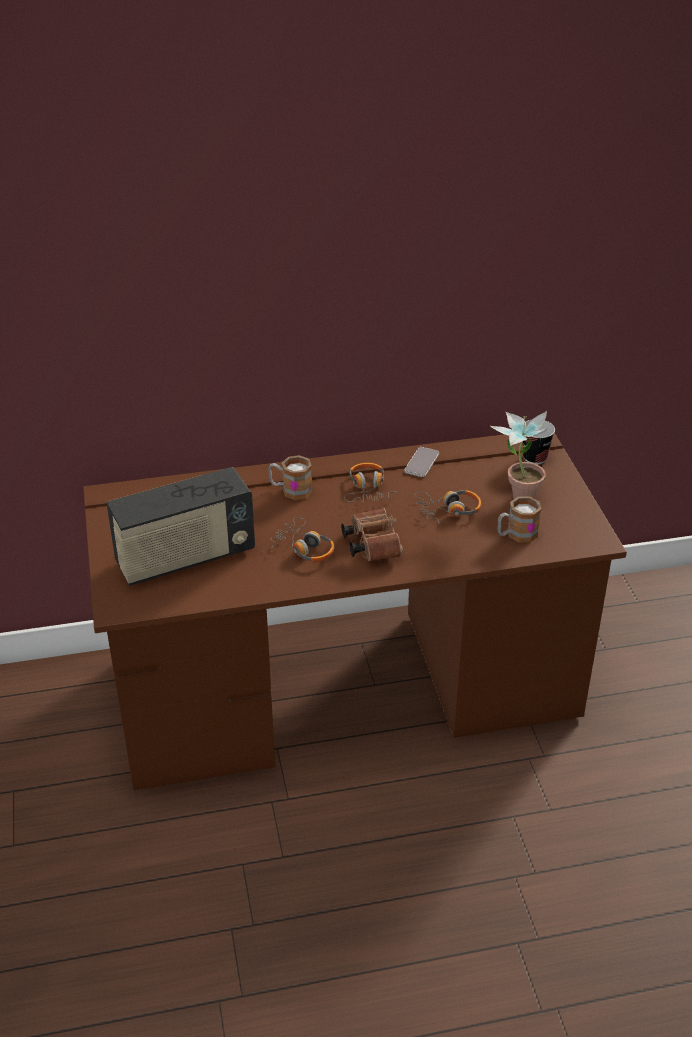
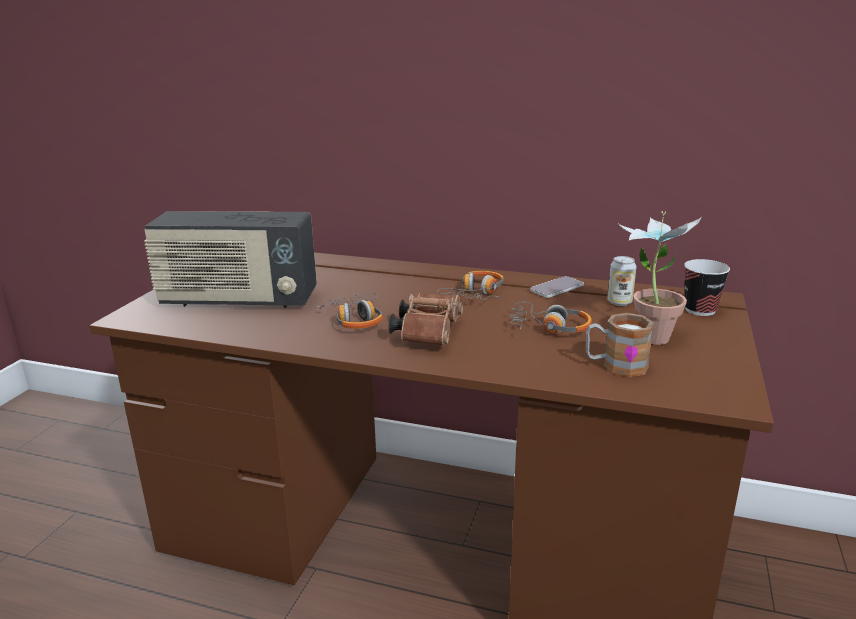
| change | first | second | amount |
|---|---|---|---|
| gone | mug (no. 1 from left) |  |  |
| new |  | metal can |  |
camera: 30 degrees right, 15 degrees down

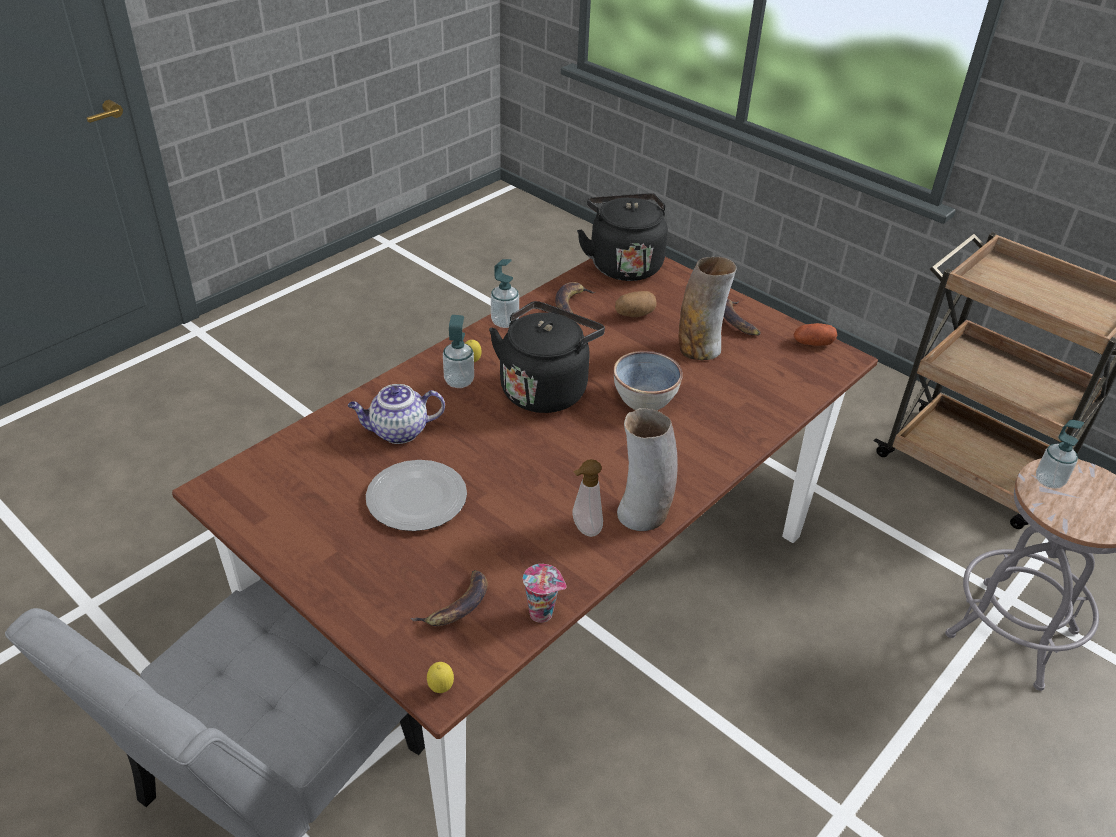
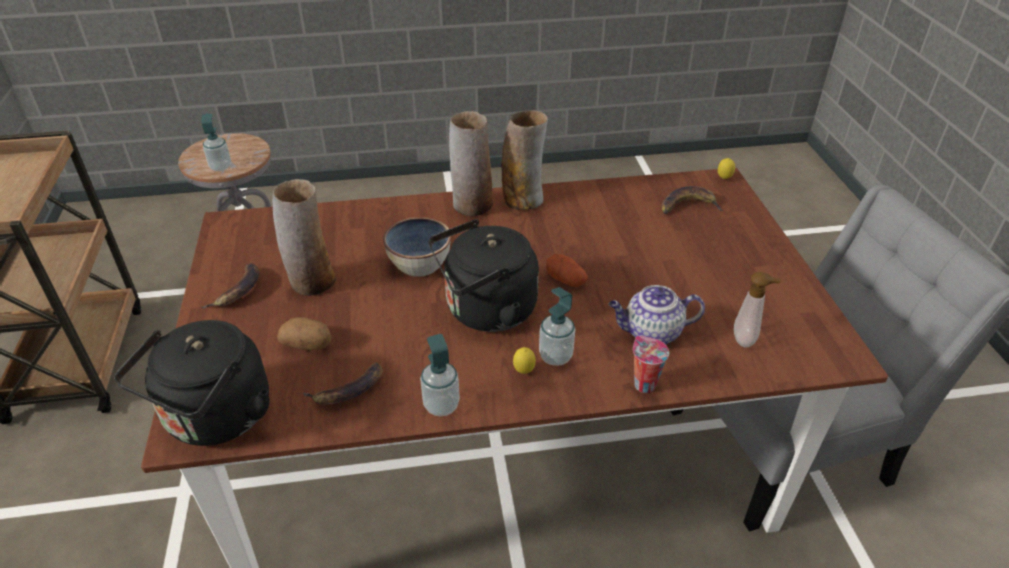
| change | first | second | amount |
|---|---|---|---|
| gone | plate |  |  |
| new |  | vase (no. 2 from left) |  |
| shifted | small cup |  |  |
| shifted | soap bottle (no. 3 from left in the first image) | soap bottle (no. 4 from left) |  |
| shifted | spud (no. 2 from left) |  |  |
| rotated | tea pot |  | 150 degrees clockwise |
camera: 140 degrees left, 0 degrees up

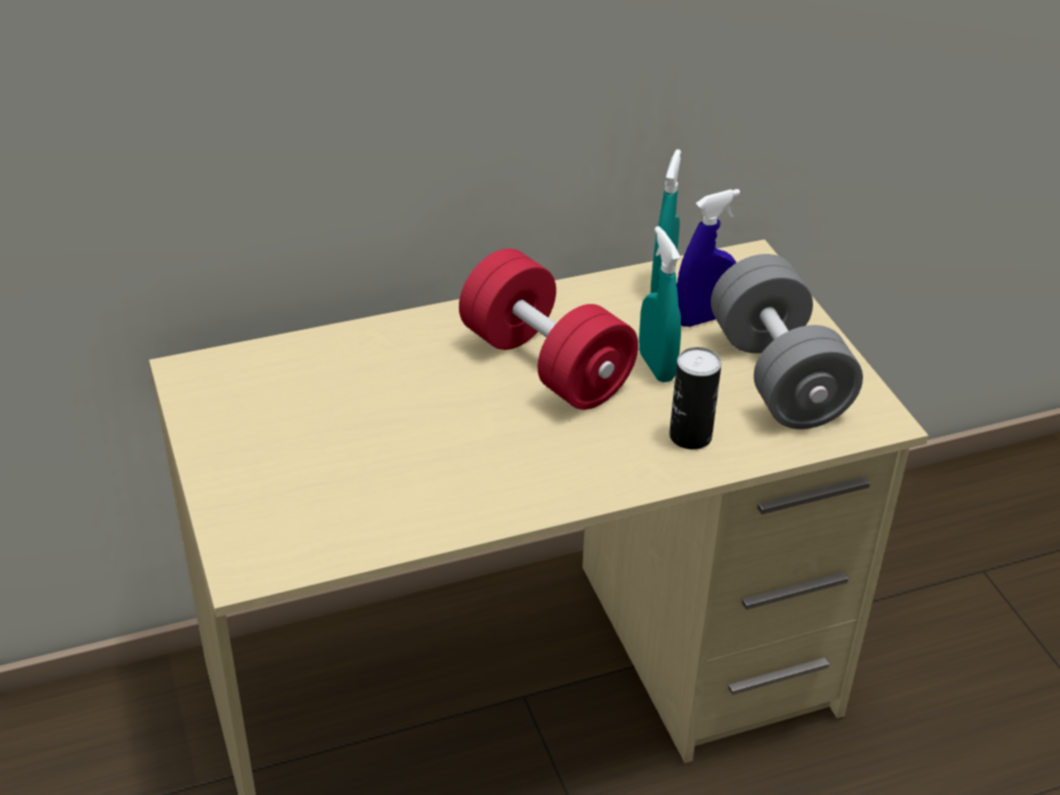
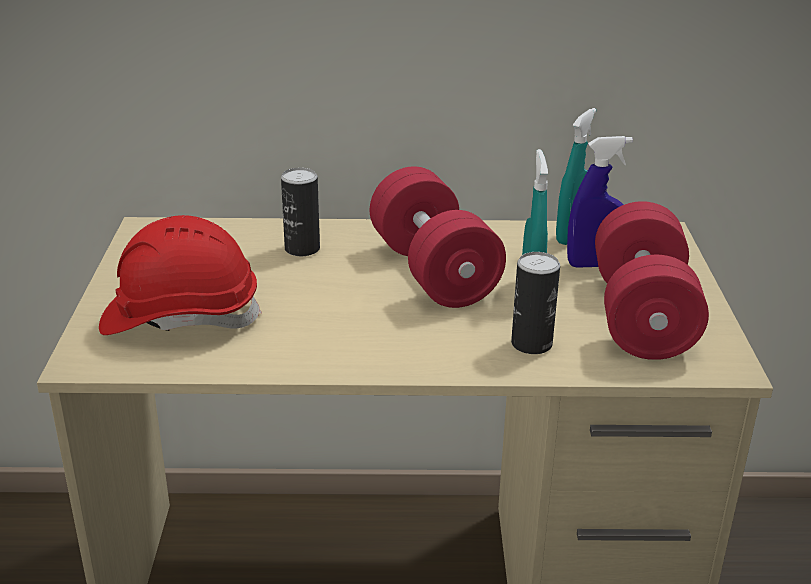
| change | first | second | amount |
|---|---|---|---|
| new |  | hard hat in reddish |  |
| new |  | metal can (no. 1 from left) |  |
| repainted | free weight in gray | free weight in reddish (no. 2 from left) |  |
camera: 20 degrees right, 10 degrees down

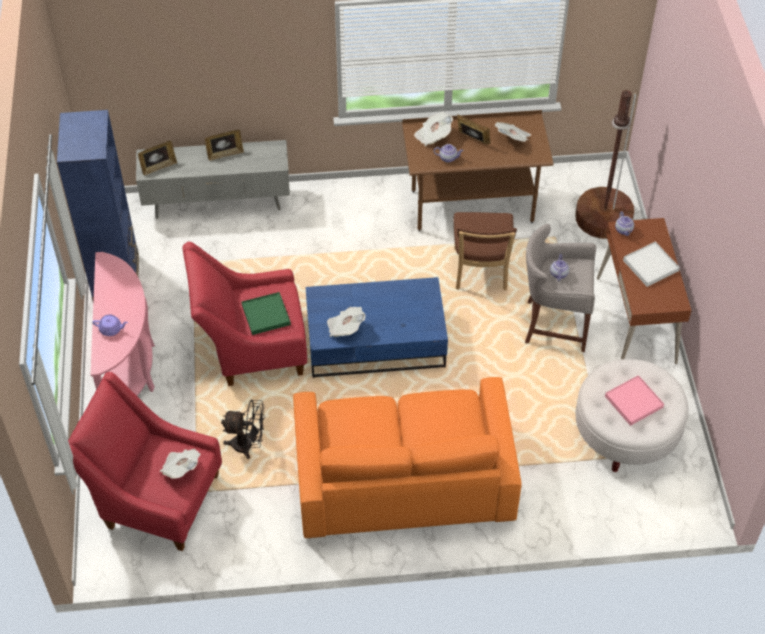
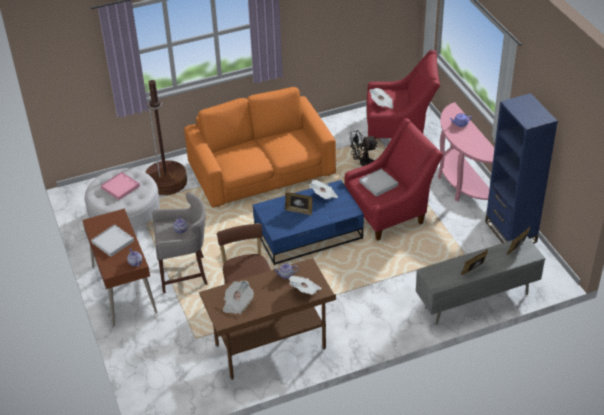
| change | first | second | amount |
|---|---|---|---|
| shifted | standing frame (no. 3 from left in the first image) | standing frame (no. 1 from left) |  |
| shifted | floor lamp in brown-coloured |  |  |
| repainted | serving tray in green-coloured | serving tray in white-coloured (no. 2 from left) |  |
camera: 165 degrees right, 10 degrees down

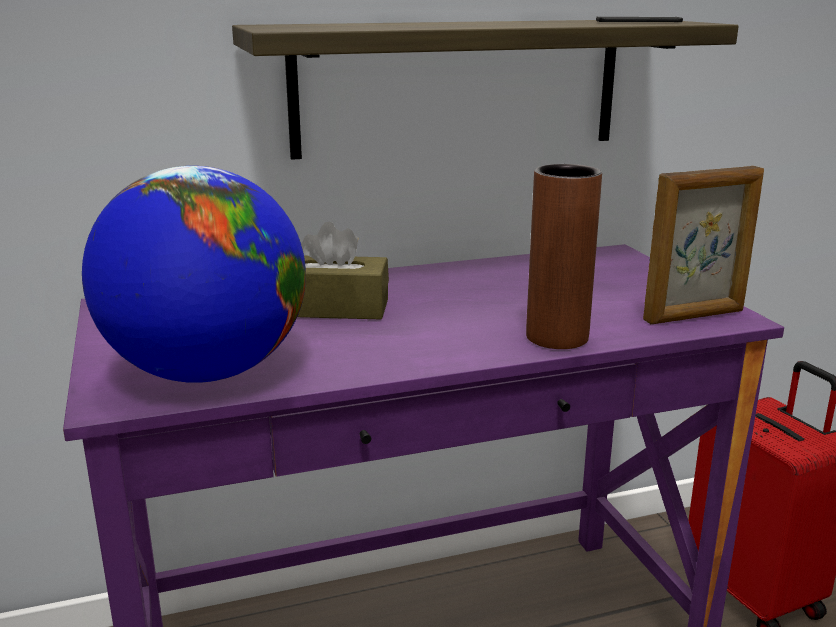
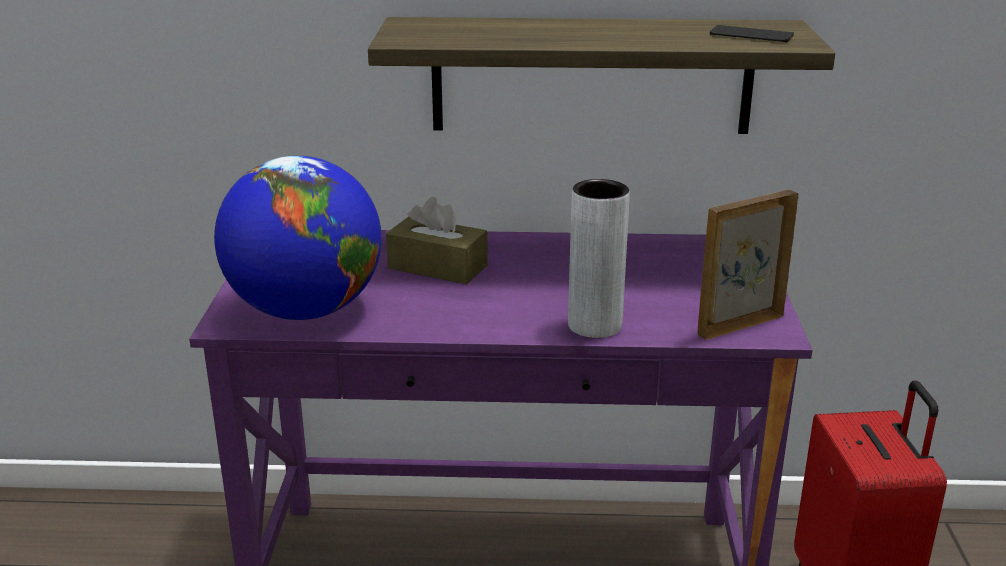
| change | first | second | amount |
|---|---|---|---|
| repainted | vase in brown-coloured | vase in gray |  |
| rotated | standing frame |  | 150 degrees clockwise |
camera: 20 degrees right, 5 degrees up

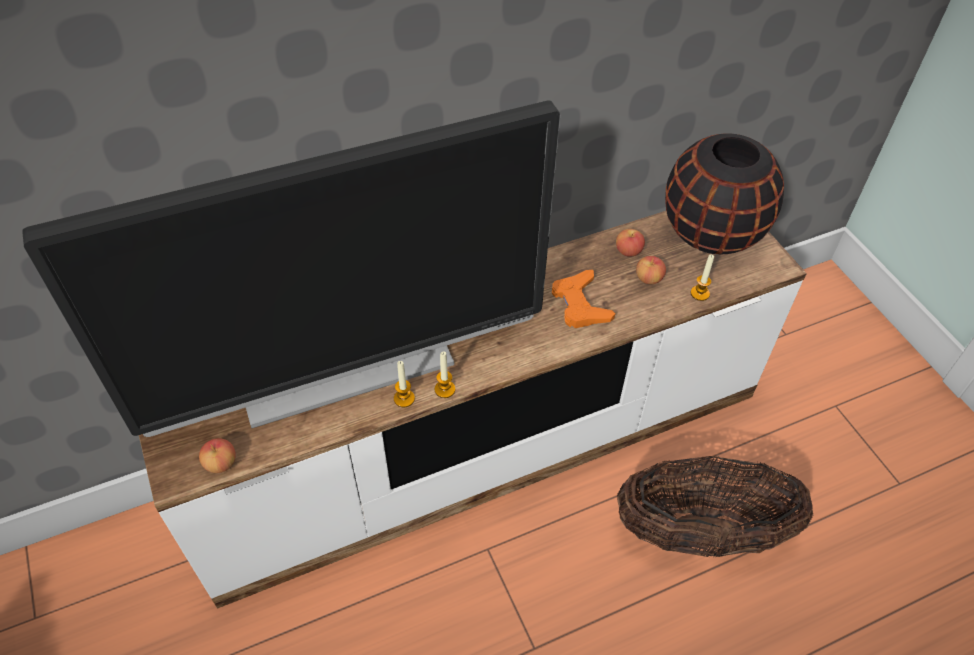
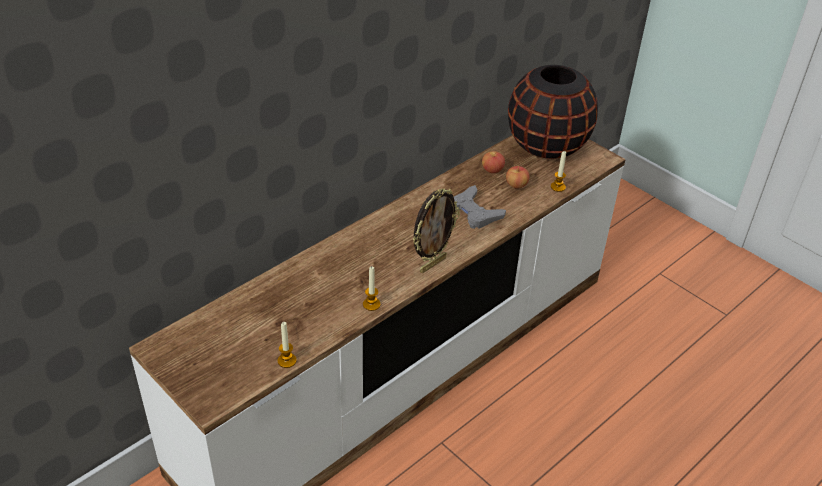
| change | first | second | amount |
|---|---|---|---|
| gone | television |  |  |
| gone | apple (no. 1 from left) |  |  |
| gone | household basket |  |  |
| new |  | standing frame |  |
| shifted | wax light (no. 2 from left in the first image) | wax light (no. 1 from left) |  |
| repainted | joypad in orange-coloured | joypad in gray |  |
camera: 20 degrees left, 10 degrees down

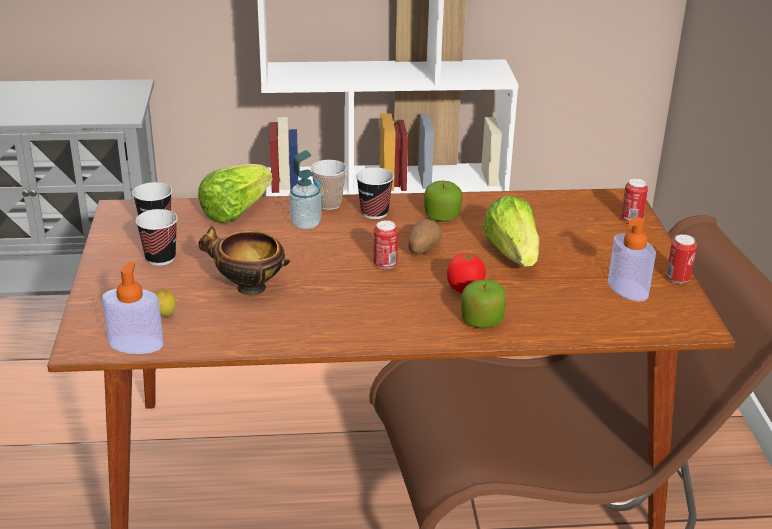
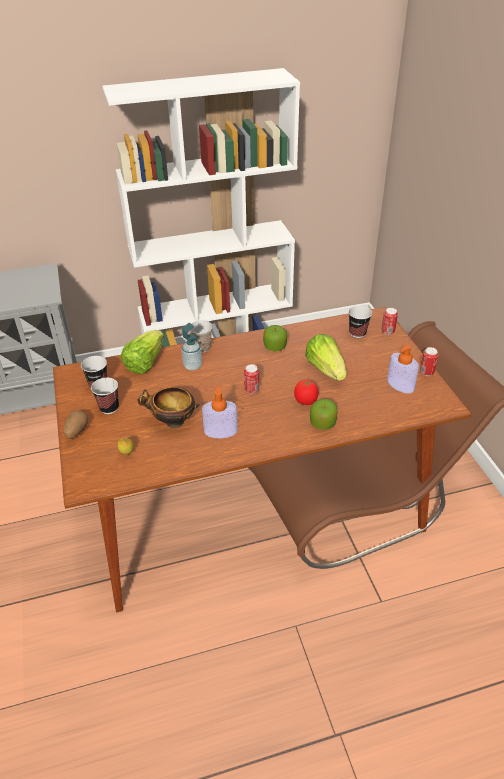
| change | first | second | amount |
|---|---|---|---|
| shifted | soap bottle (no. 1 from left in the first image) | soap bottle (no. 2 from left) |  |
| shifted | small cup (no. 4 from left) |  |  |
| shifted | spud |  |  |
camera: 10 degrees left, 10 degrees up

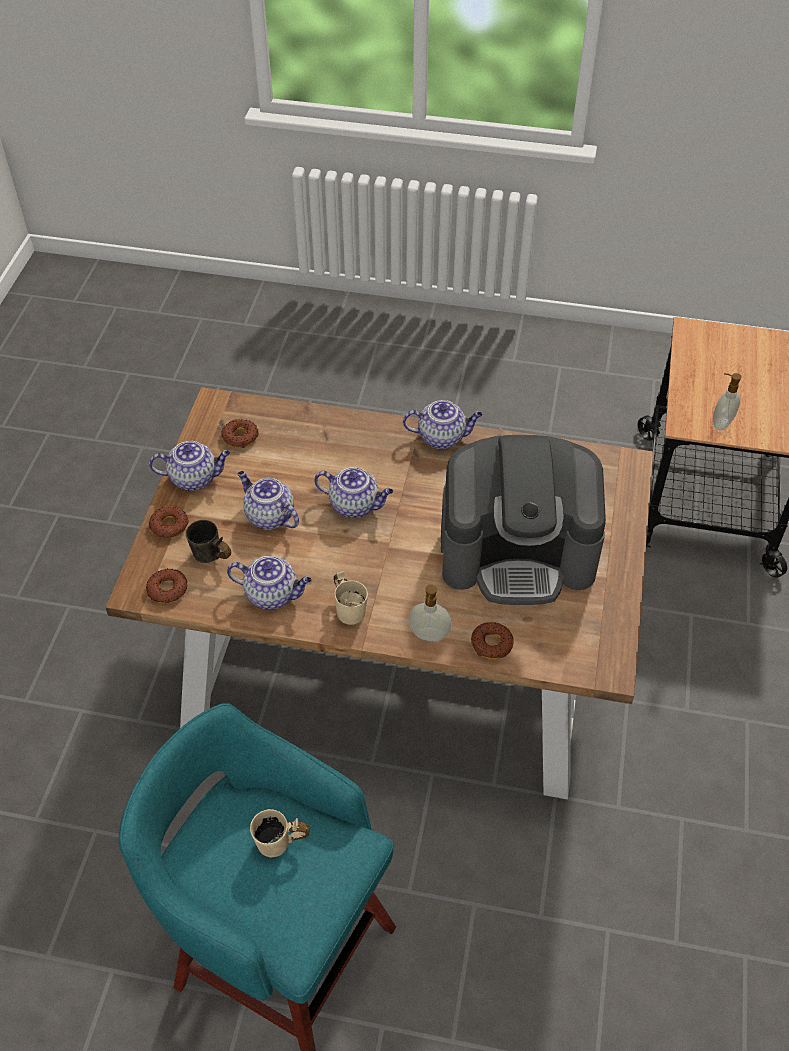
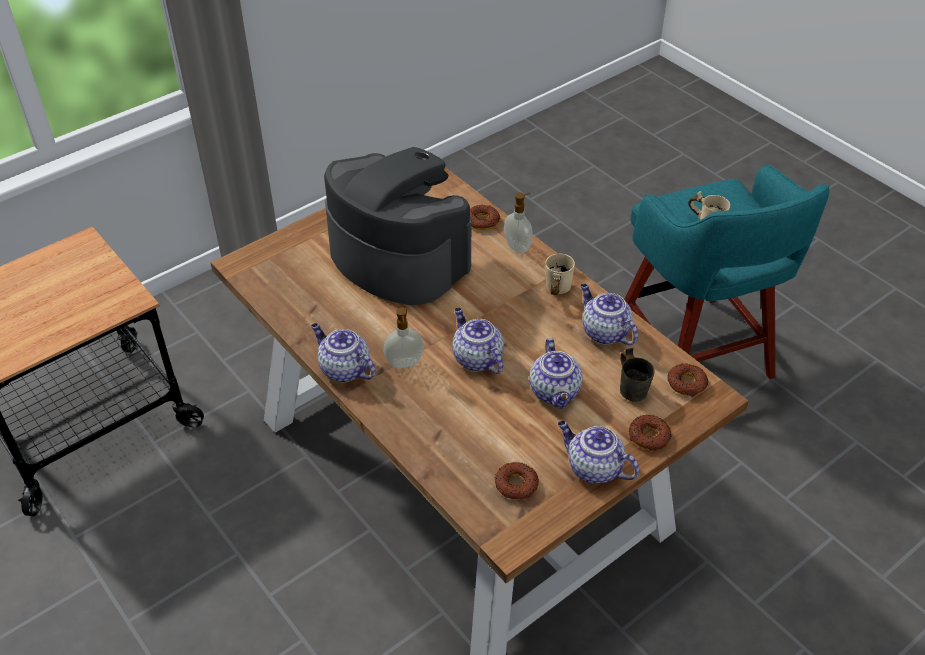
| change | first | second | amount |
|---|---|---|---|
| shifted | soap bottle (no. 2 from left in the first image) | soap bottle (no. 1 from left) |  |
camera: 140 degrees left, 5 degrees down

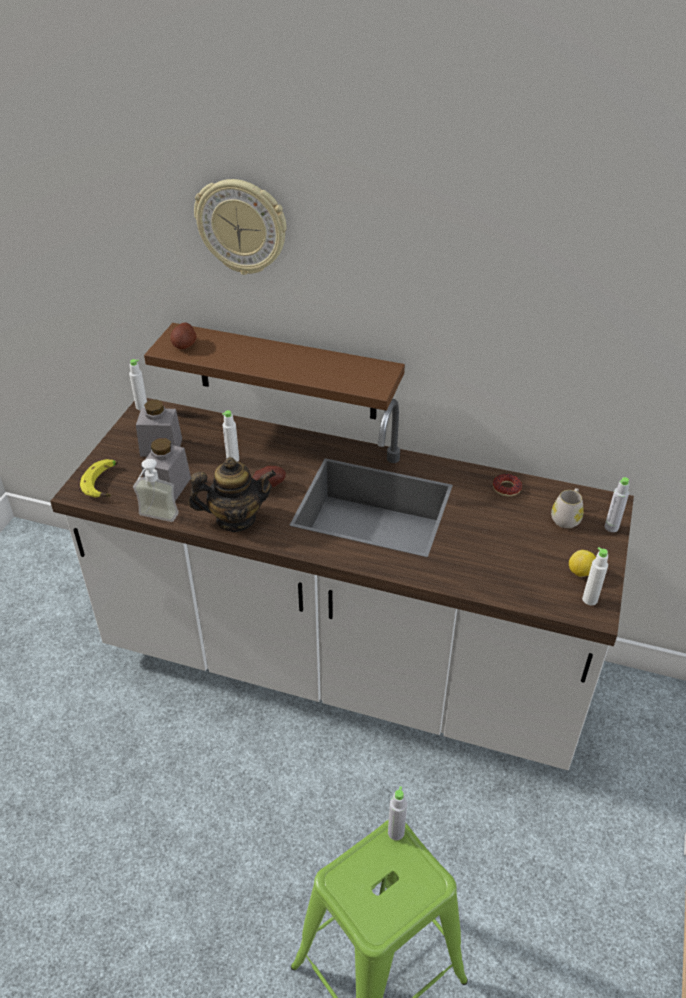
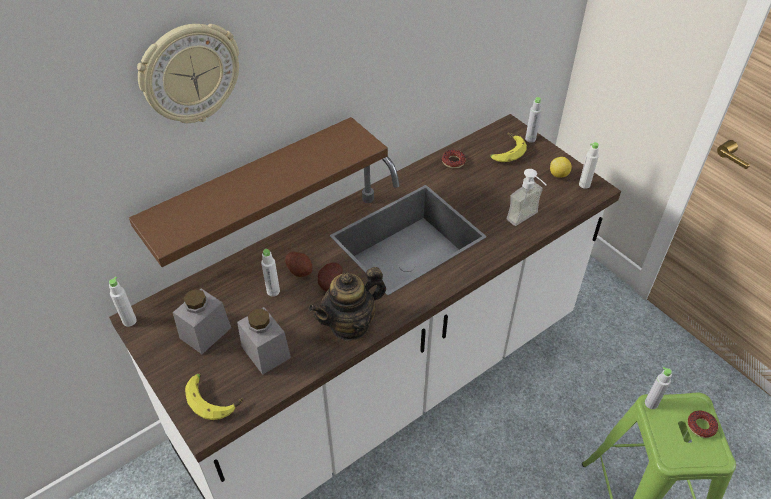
| change | first | second | amount |
|---|---|---|---|
| new |  | ring doughnut (no. 2 from left) |  |
| shifted | soap bottle |  |  |
| shifted | spud (no. 1 from left) |  |  |
| swapped | mug in white-coloured | banana (no. 2 from left) |  |
| rotated | tea pot |  | 150 degrees counterclockwise |
camera: 55 degrees left, 5 degrees up

